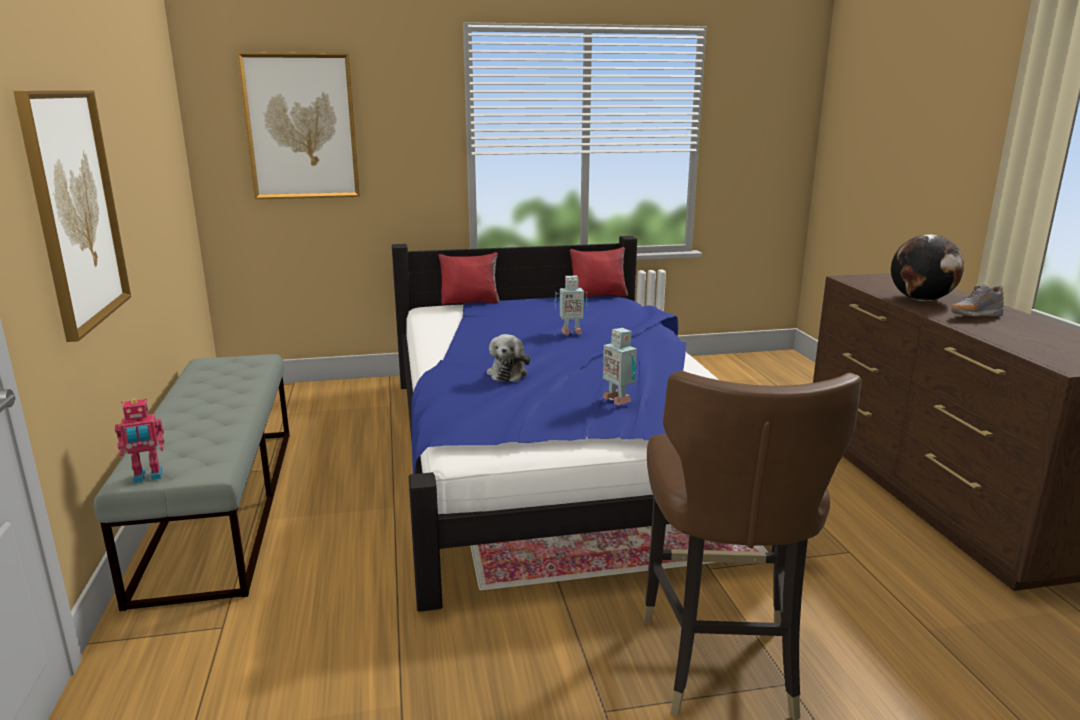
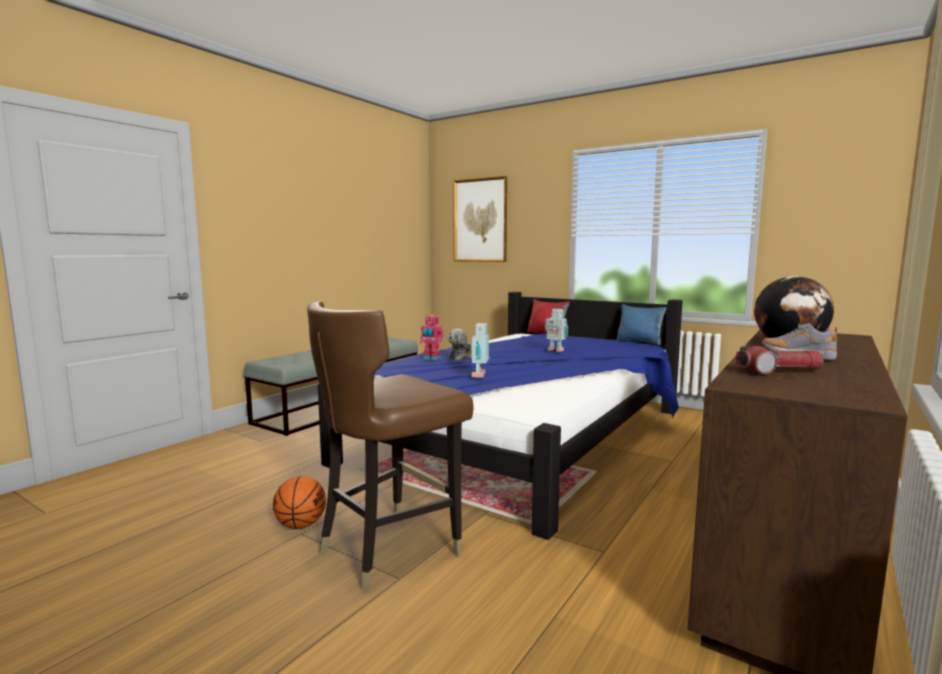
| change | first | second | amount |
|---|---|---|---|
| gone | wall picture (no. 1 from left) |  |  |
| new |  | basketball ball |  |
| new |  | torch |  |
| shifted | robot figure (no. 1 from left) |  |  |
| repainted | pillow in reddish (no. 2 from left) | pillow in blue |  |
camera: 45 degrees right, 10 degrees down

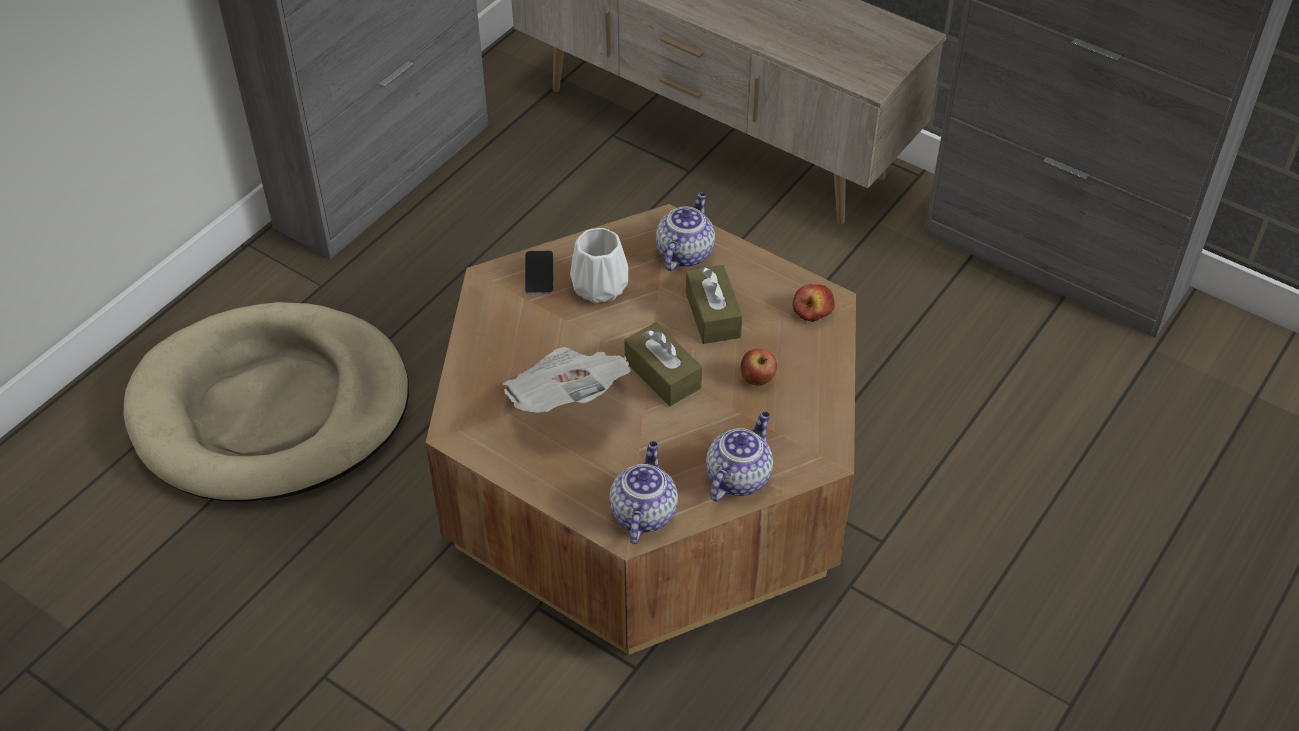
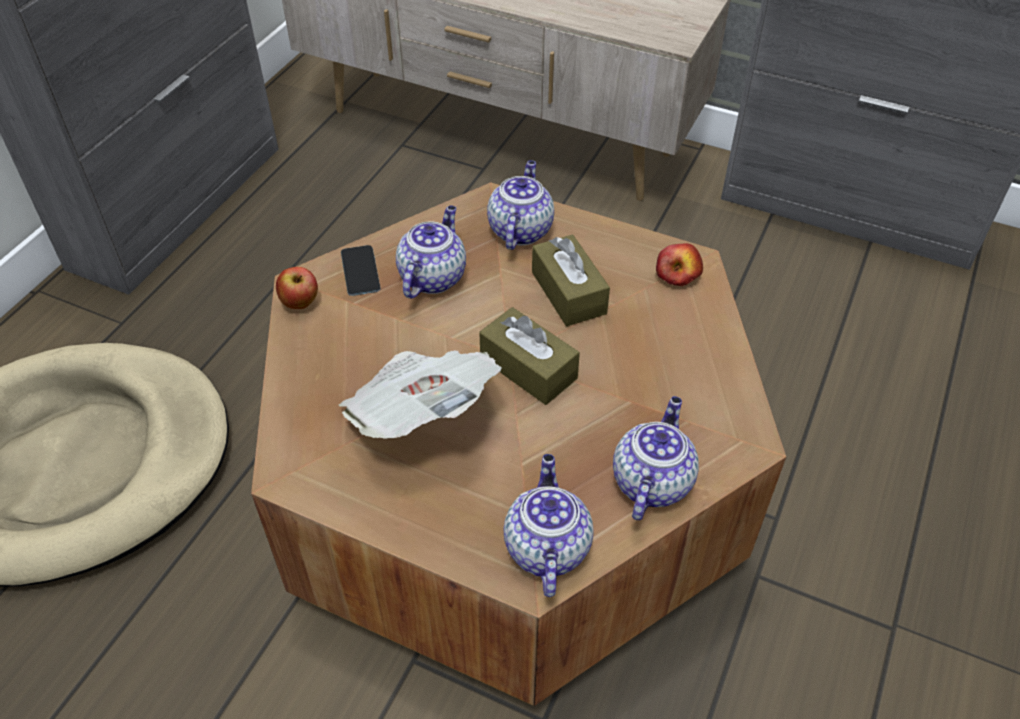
| change | first | second | amount |
|---|---|---|---|
| shifted | apple (no. 1 from left) |  |  |
| swapped | vase in white-coloured | tea pot (no. 1 from left) |  |
camera: 10 degrees left, 0 degrees up

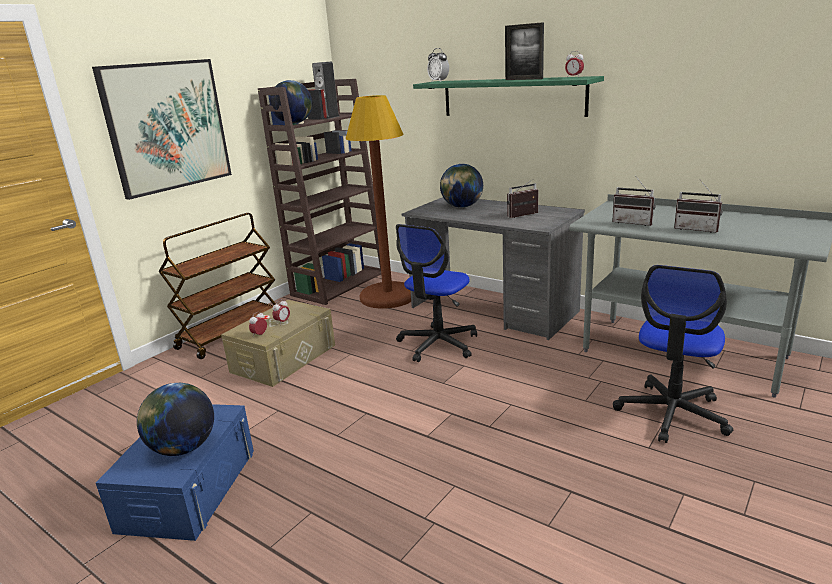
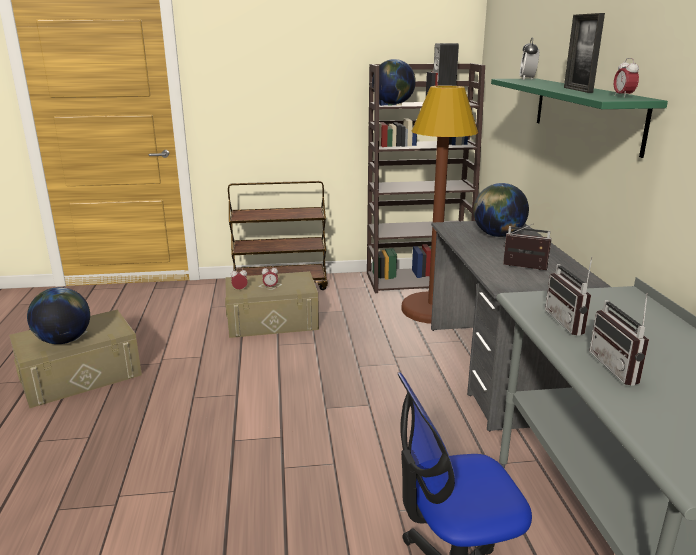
| change | first | second | amount |
|---|---|---|---|
| gone | wall picture |  |  |
| gone | office chair (no. 1 from left) |  |  |
| repainted | storage box in blue | storage box in beige-coloured (no. 1 from left) |  |
camera: 45 degrees right, 0 degrees up

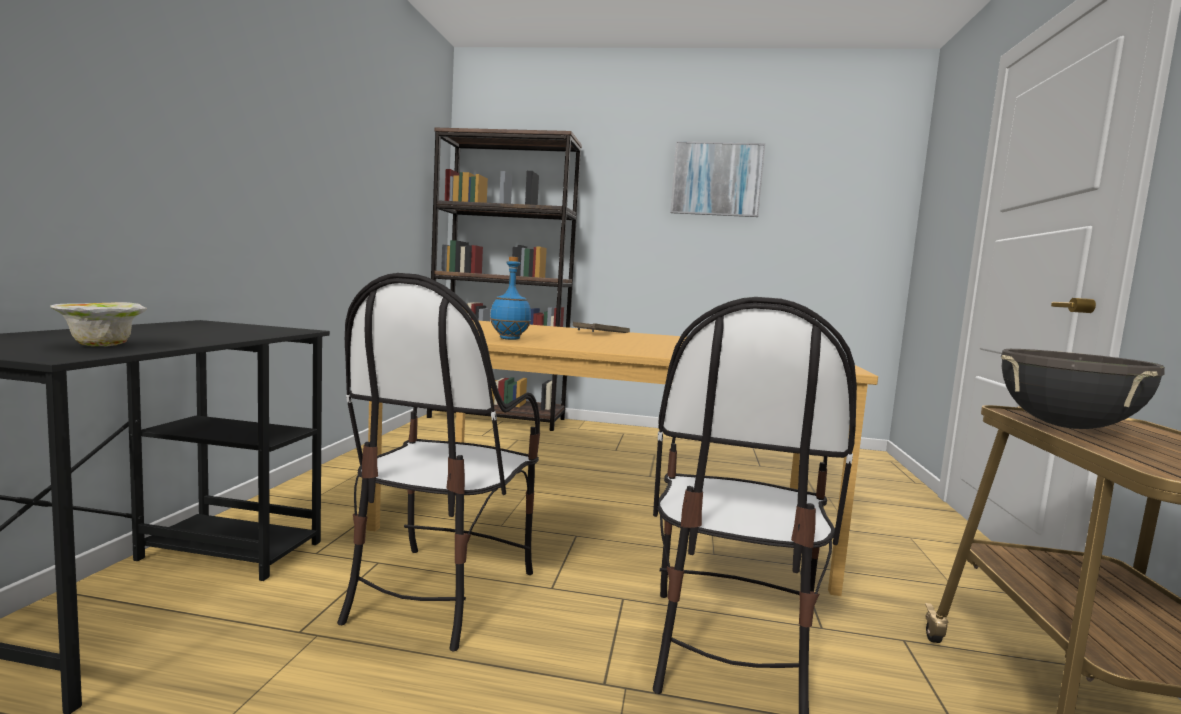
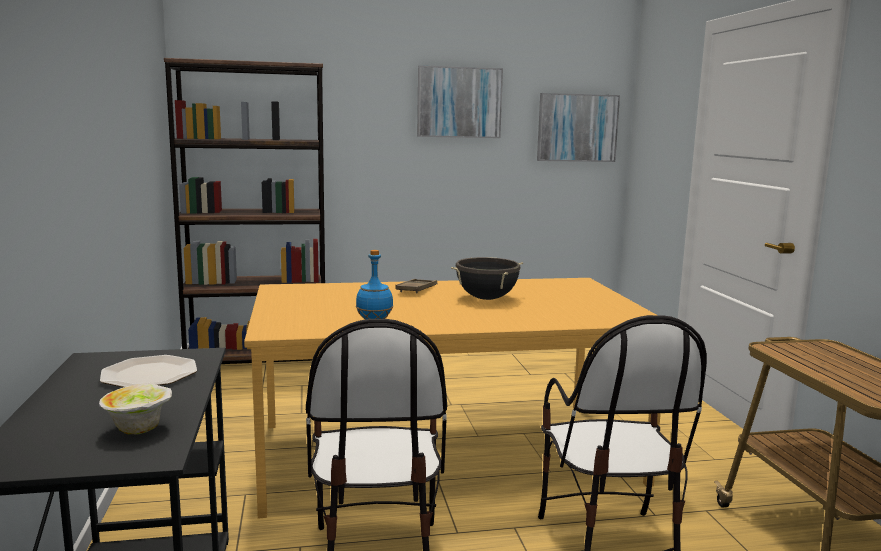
| change | first | second | amount |
|---|---|---|---|
| new |  | plate |  |
| new |  | wall picture (no. 2 from left) |  |
| shifted | cooking pot in black-coloured |  |  |
camera: 20 degrees left, 5 degrees up

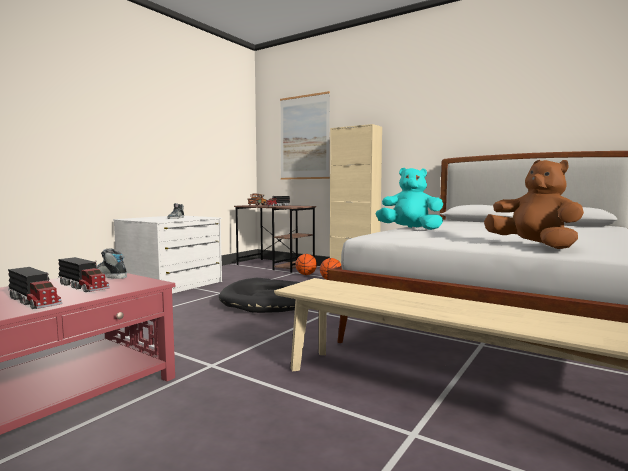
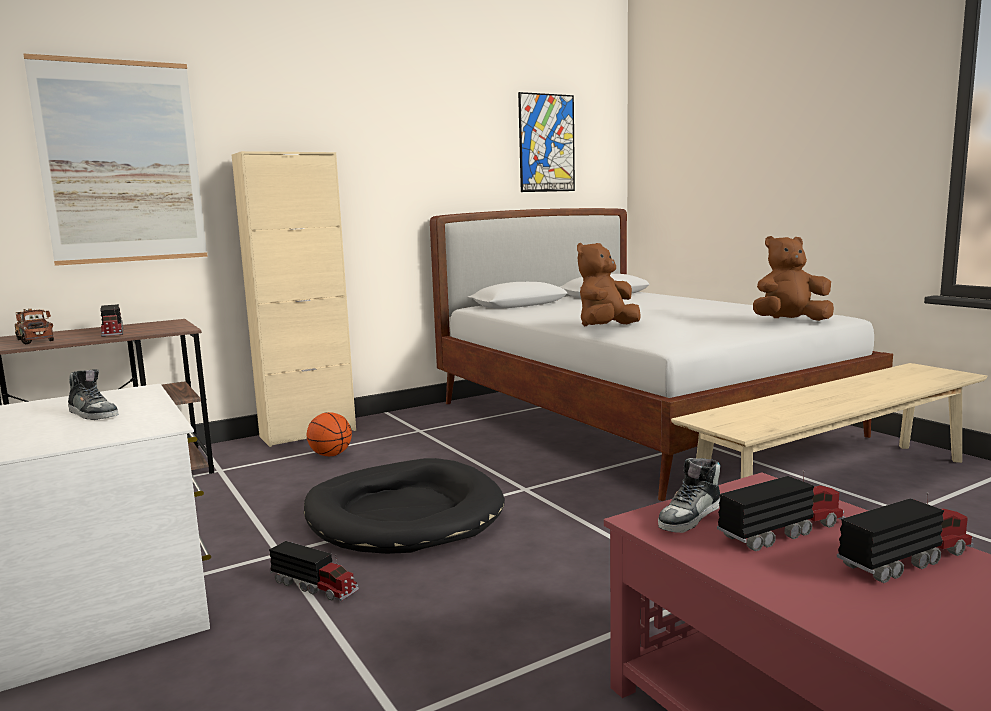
| change | first | second | amount |
|---|---|---|---|
| gone | basketball ball (no. 1 from left) |  |  |
| new |  | toy lorry (no. 3 from left) |  |
| new |  | wall picture (no. 2 from left) |  |
| repainted | soft toy in blue-green | soft toy in brown-coloured (no. 1 from left) |  |
camera: 65 degrees left, 5 degrees up

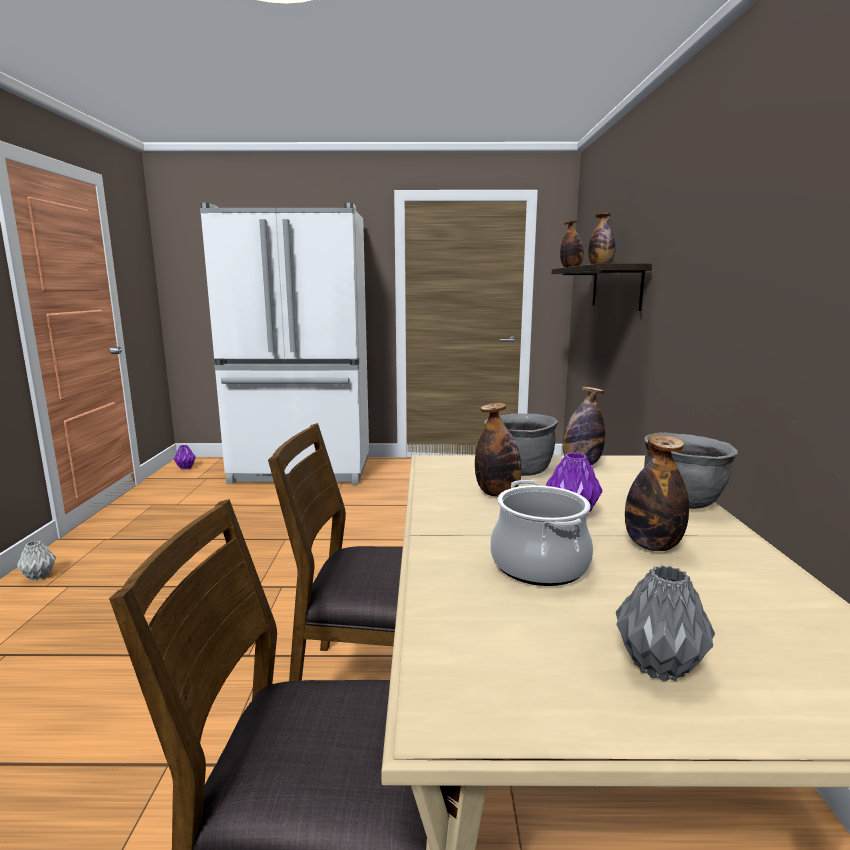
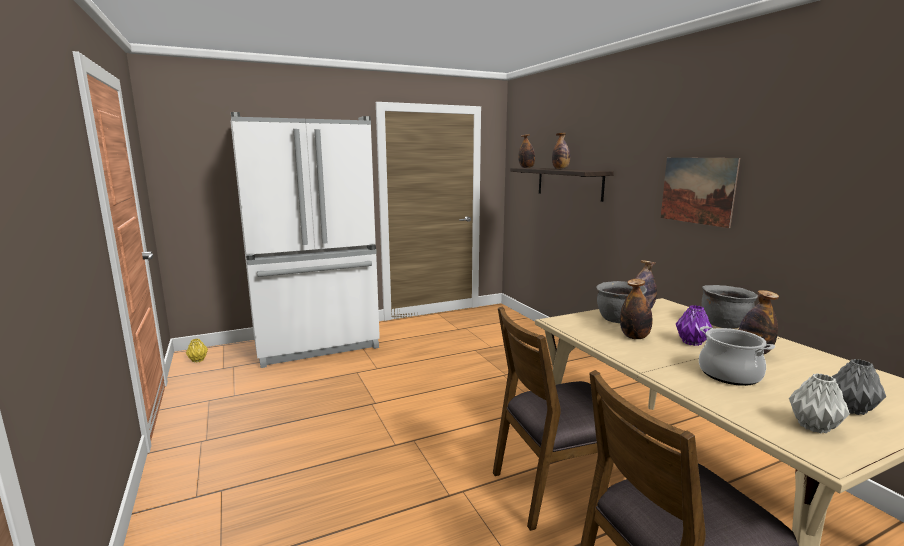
| change | first | second | amount |
|---|---|---|---|
| new |  | wall picture |  |
| shifted | vase in gray (no. 1 from left) |  |  |
| repainted | vase in purple-coloured (no. 1 from left) | vase in yellow-coloured |  |
camera: 25 degrees left, 0 degrees up

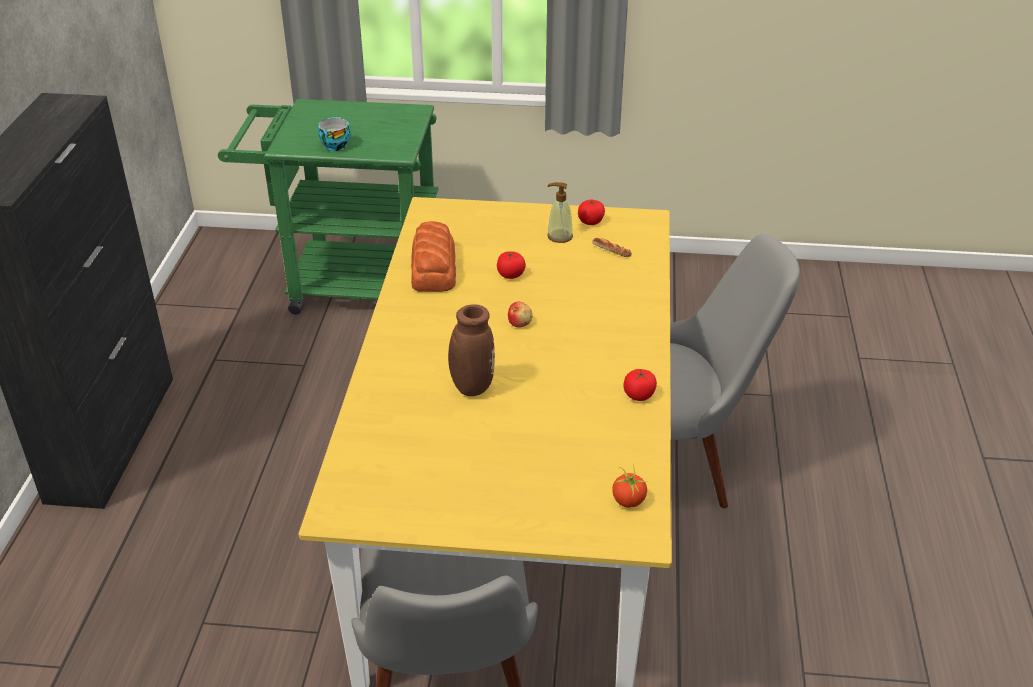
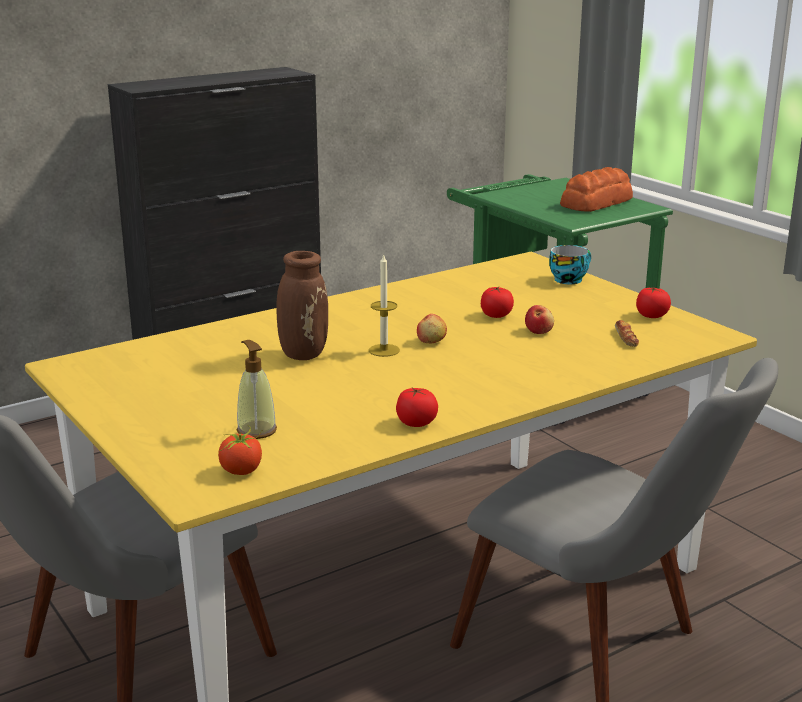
| change | first | second | amount |
|---|---|---|---|
| new |  | wax light |  |
| new |  | apple (no. 2 from left) |  |
| shifted | small cup |  |  |
| shifted | bakery bread (no. 1 from left) |  |  |
| shifted | soap bottle |  |  |
camera: 50 degrees right, 15 degrees down

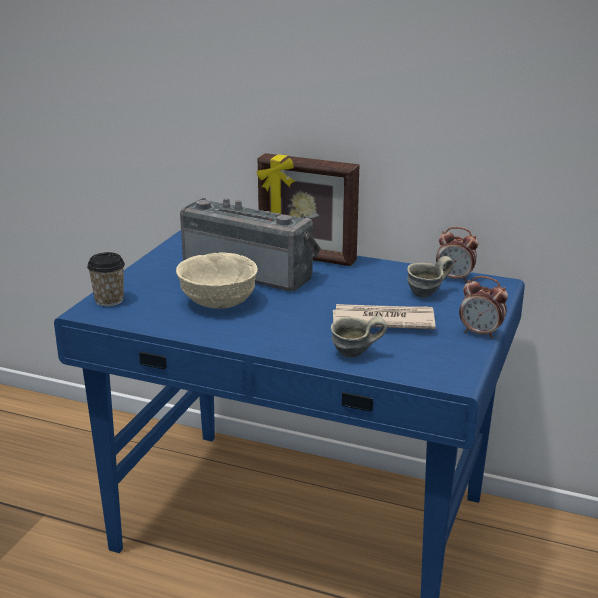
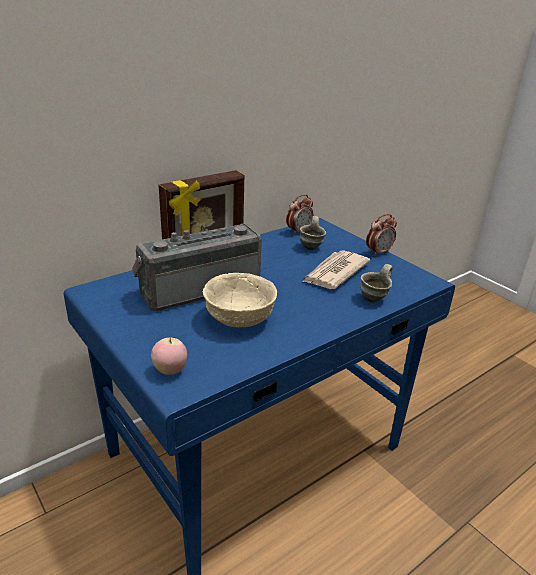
| change | first | second | amount |
|---|---|---|---|
| swapped | small cup | apple |  |
camera: 60 degrees left, 5 degrees up

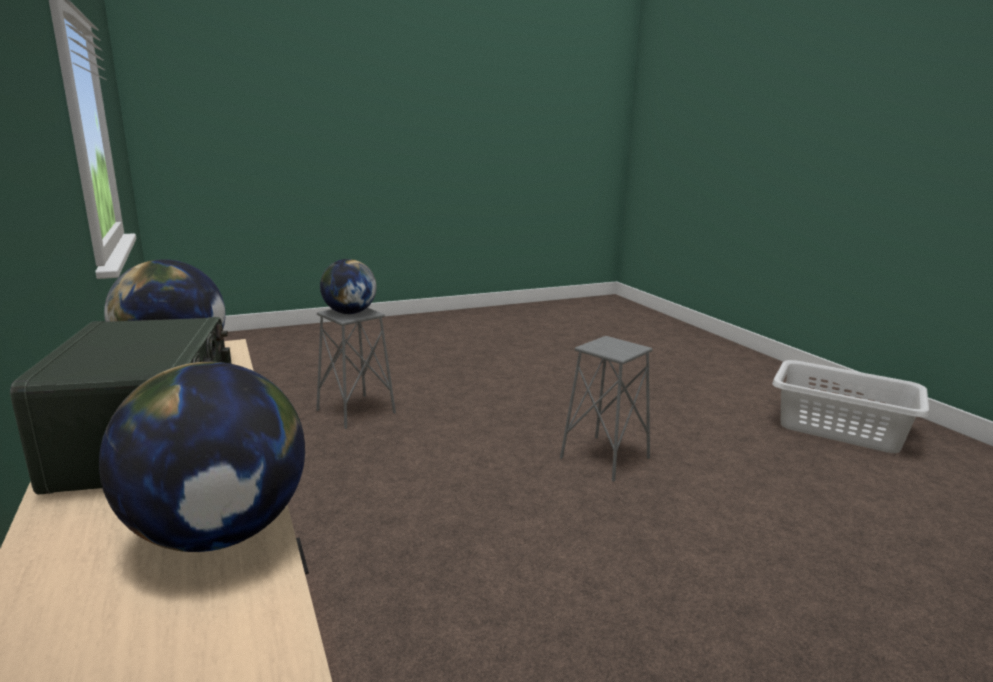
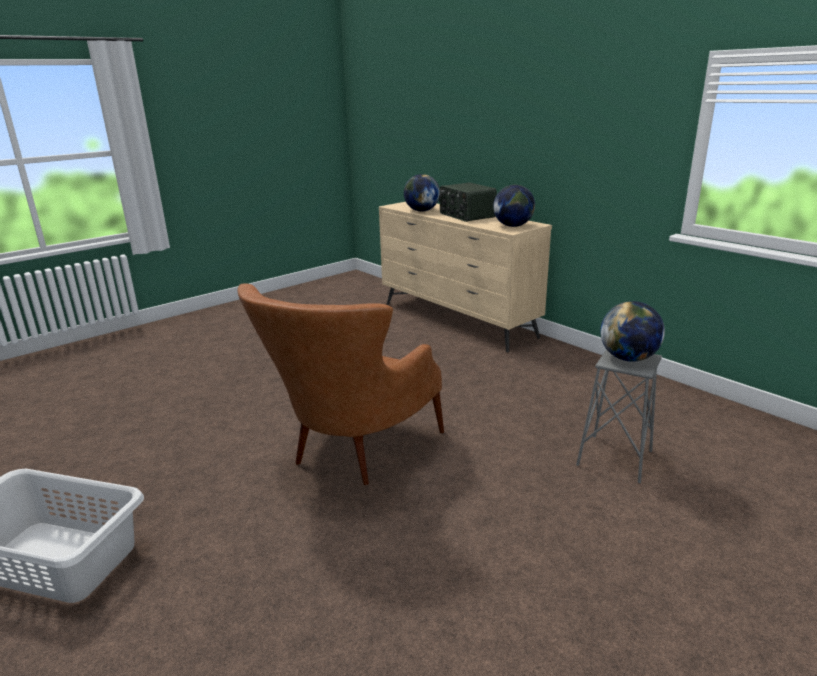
| change | first | second | amount |
|---|---|---|---|
| swapped | stool seat in gray (no. 2 from left) | armchair in brown-coloured |  |
camera: 165 degrees right, 5 degrees up

